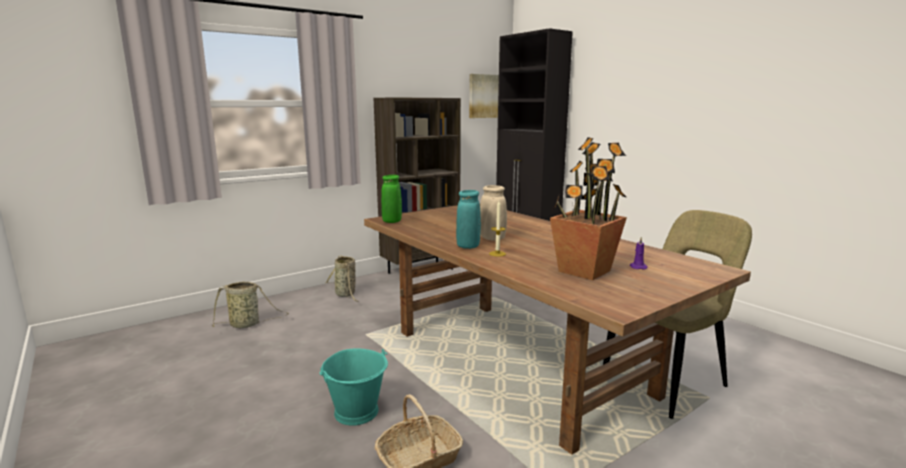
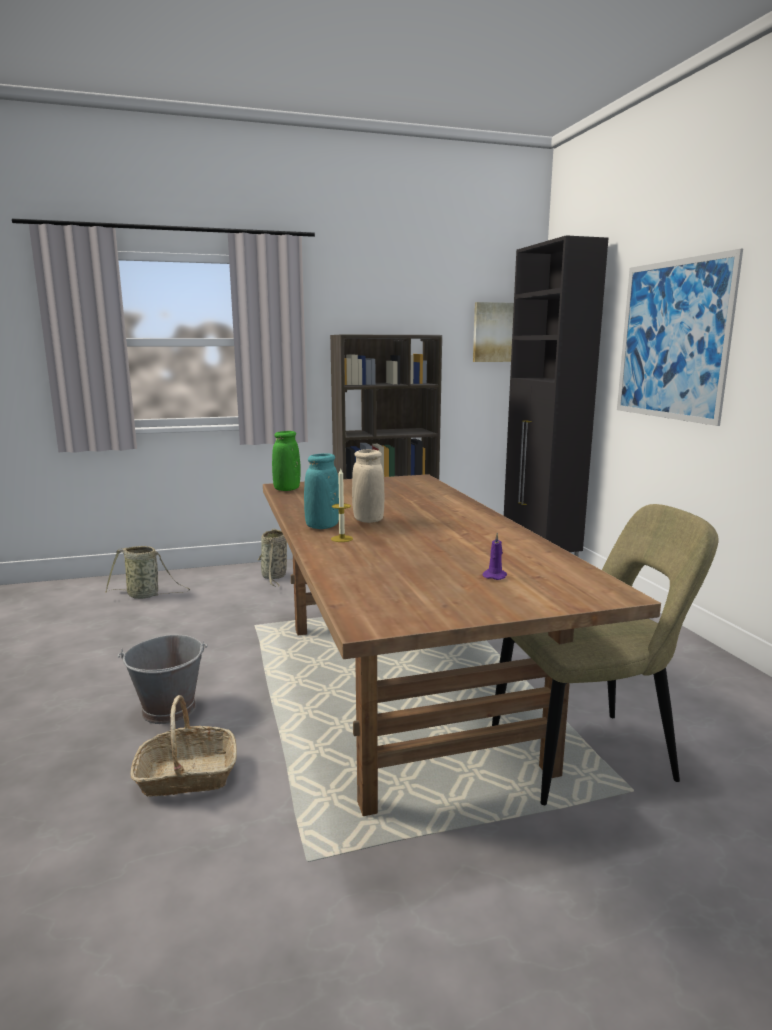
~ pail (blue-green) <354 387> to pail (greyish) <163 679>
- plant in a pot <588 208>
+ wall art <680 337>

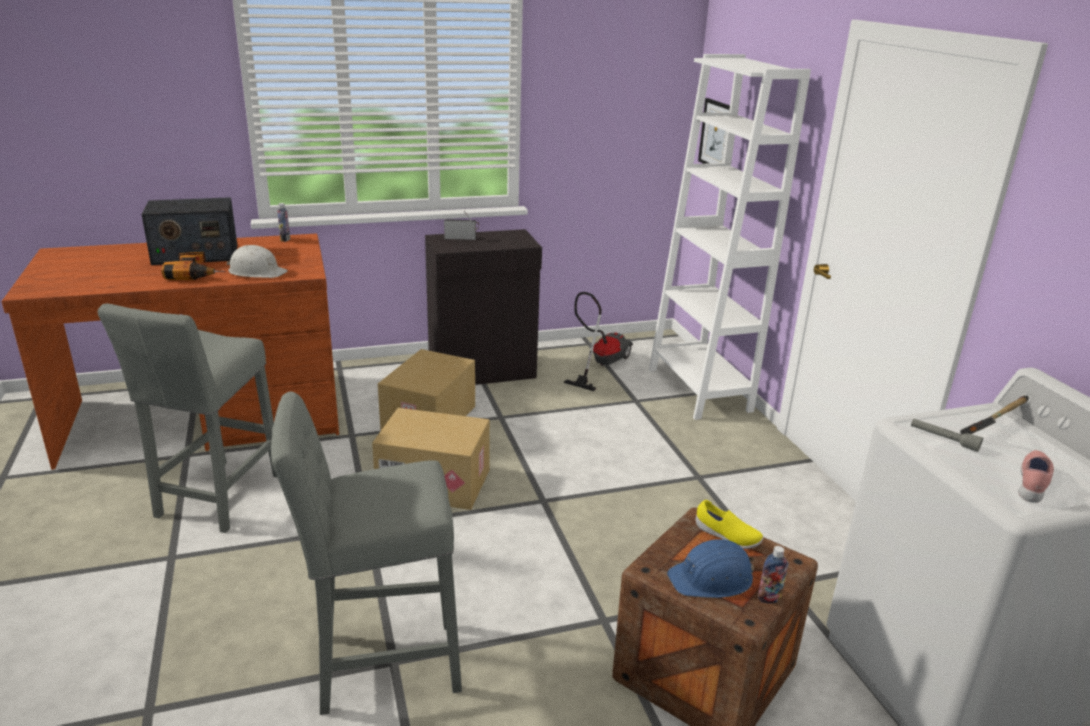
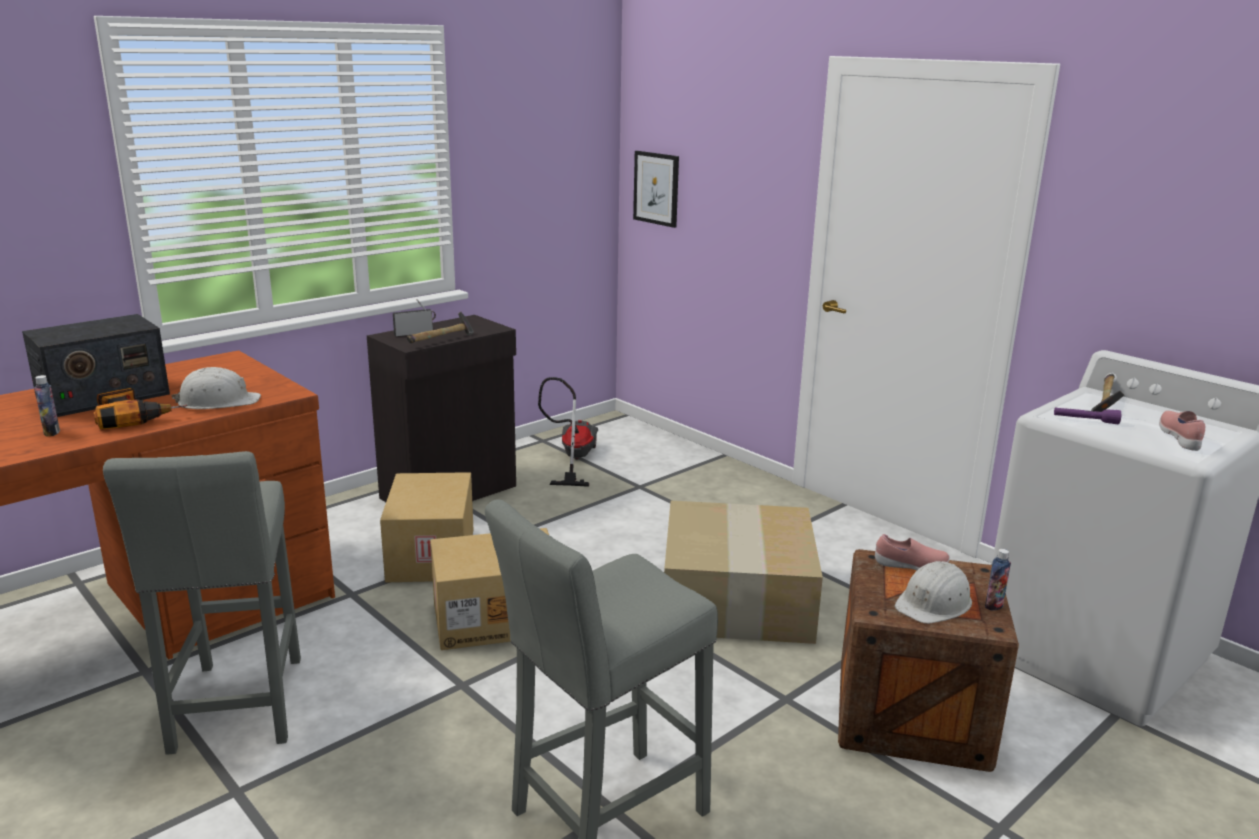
~ drink bottle <283 222> to <47 406>
- bookcase (white-coloured) <730 237>
~ hard hat (blue-coloured) <710 568> to hard hat (white-coloured) <933 592>
~ item of footwear (yellow-coloured) <730 524> to item of footwear (pink) <912 552>
~ torch (greyish) <947 435> to torch (purplish) <1087 416>
+ tool hammer <440 327>
+ cardboard box <743 572>

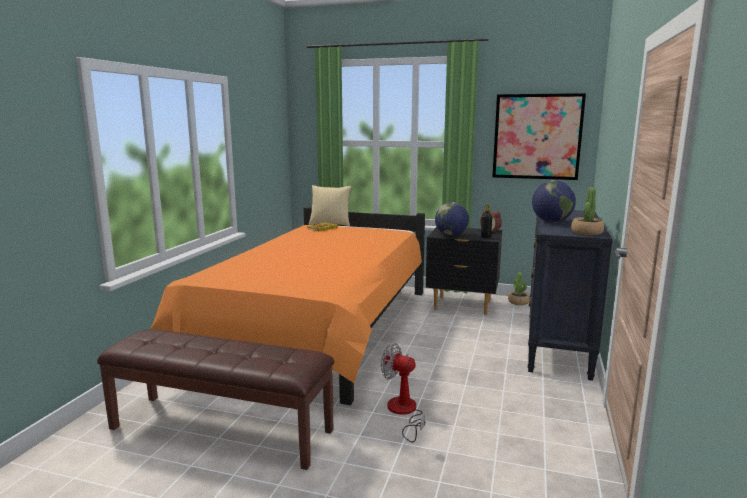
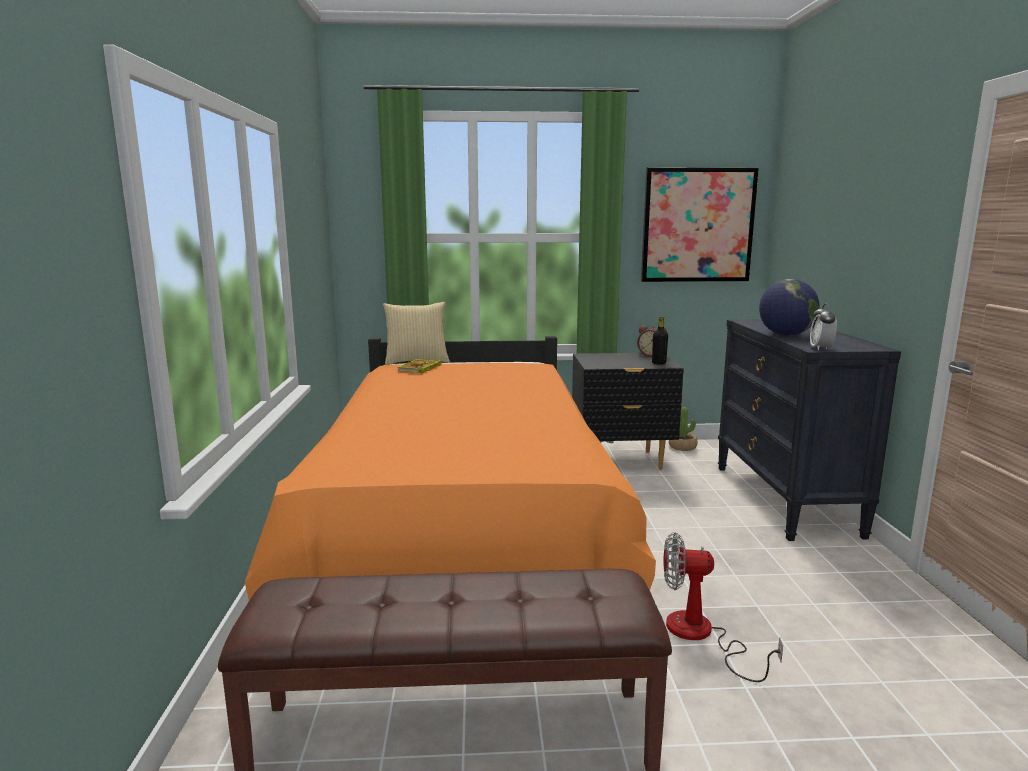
- world globe <452 219>
- plant in a pot <587 211>
+ table clock <823 327>

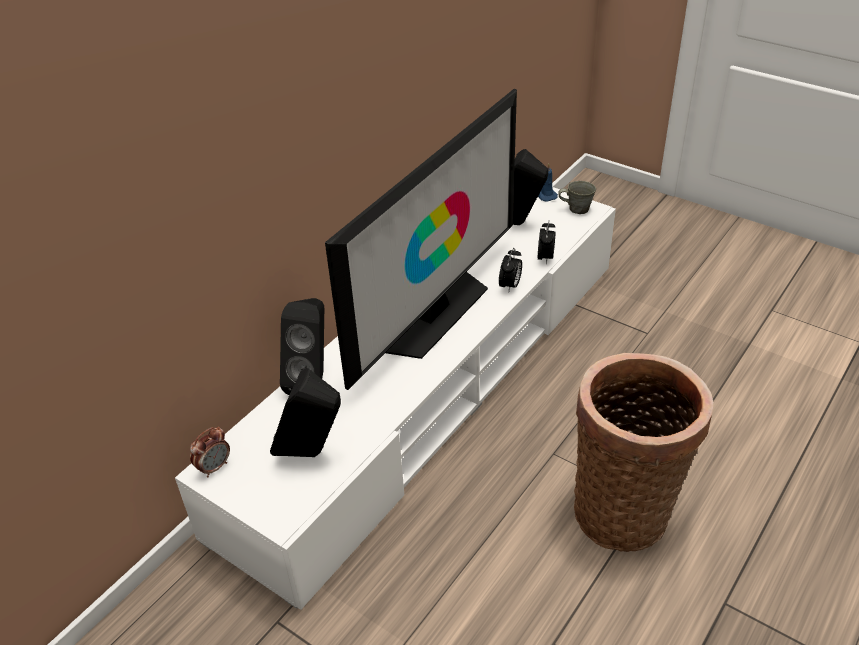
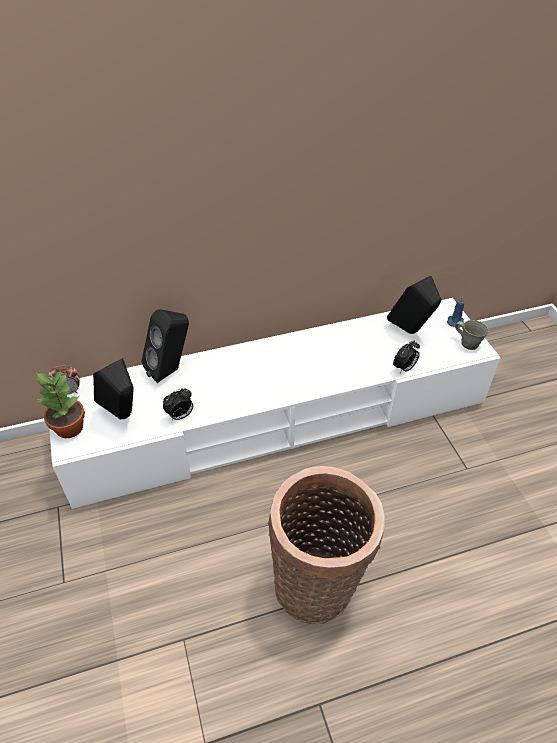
- television <421 239>
~ table clock <510 270> to <178 404>
+ plant in a pot <60 404>

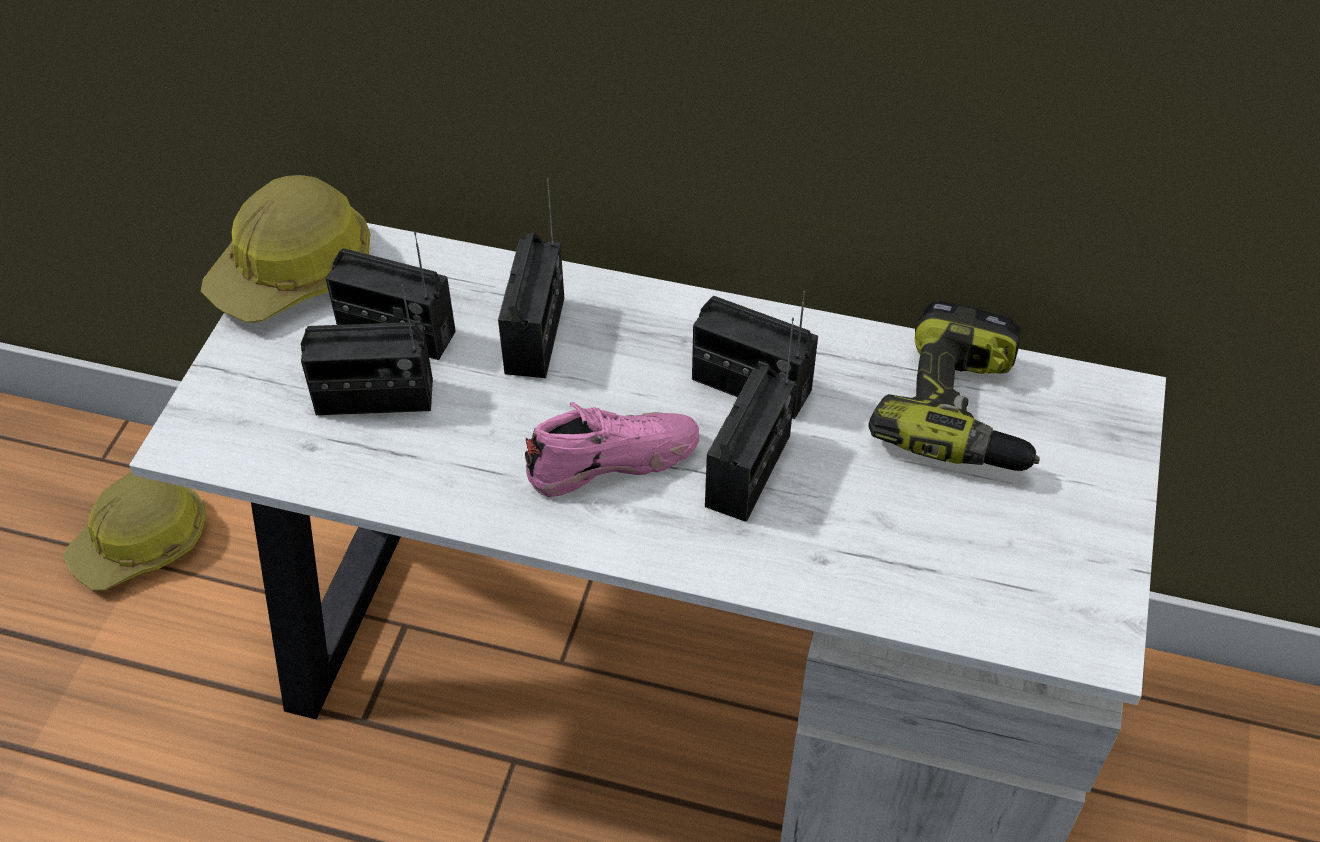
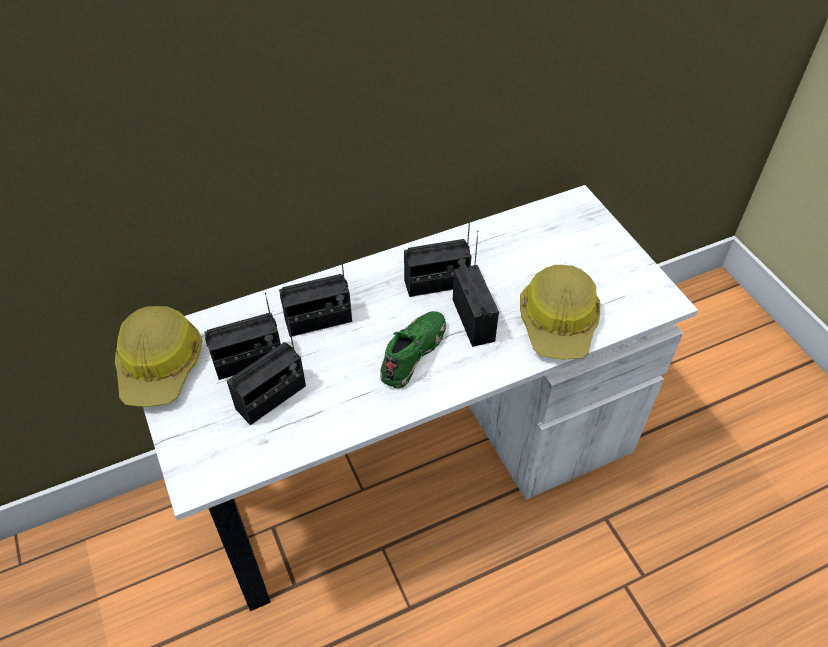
~ hard hat <134 531> to <560 312>
~ radio set <531 278> = <315 294> 105 degrees clockwise
~ item of footwear (pink) <612 449> to item of footwear (greenish) <413 349>
- electric drill <954 386>

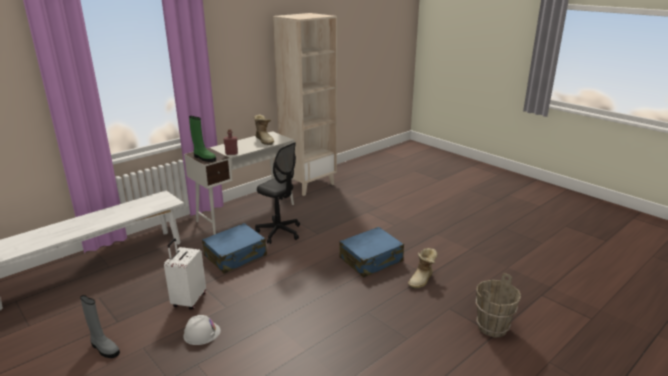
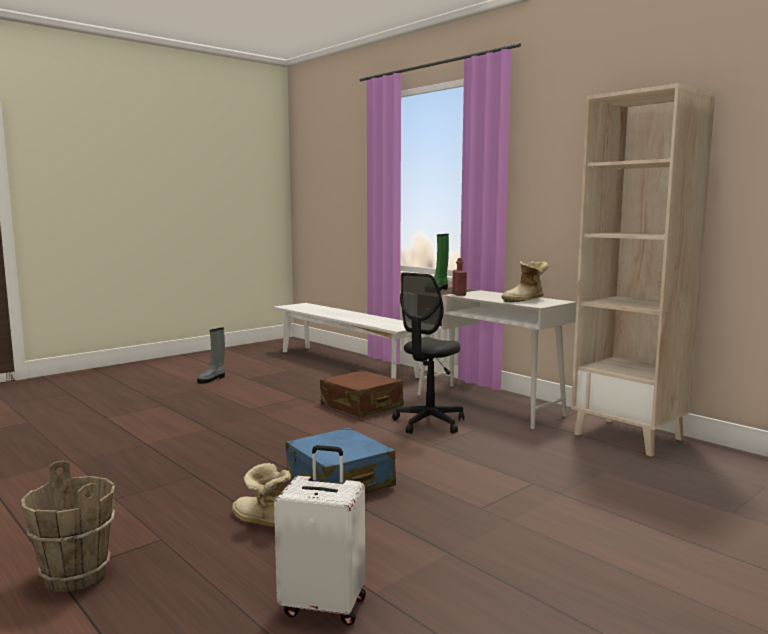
~ suitcase (white-coloured) <185 274> to <320 535>
- hard hat (white-coloured) <202 330>
~ suitcase (blue-coloured) <234 248> to suitcase (brownish) <362 394>

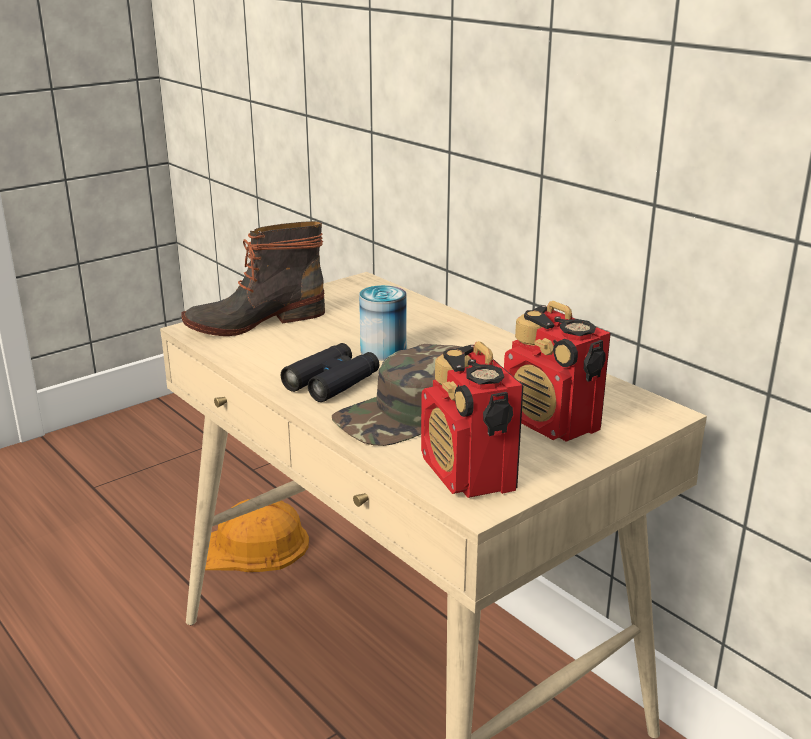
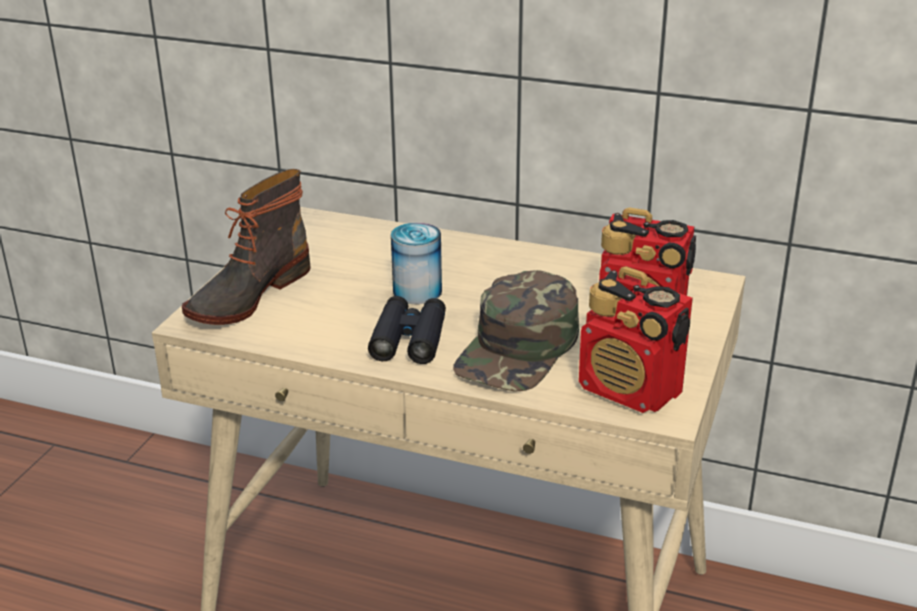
- hard hat (orange-coloured) <257 535>

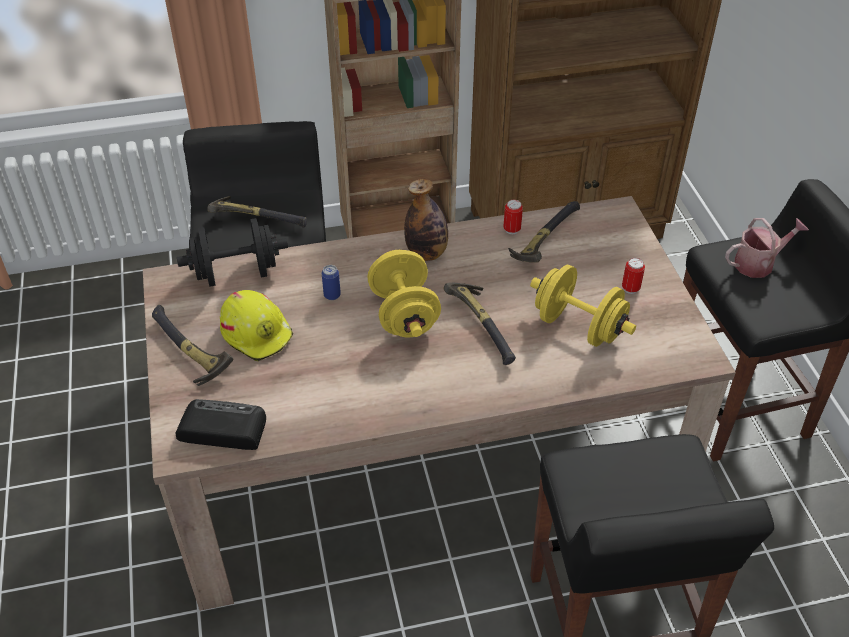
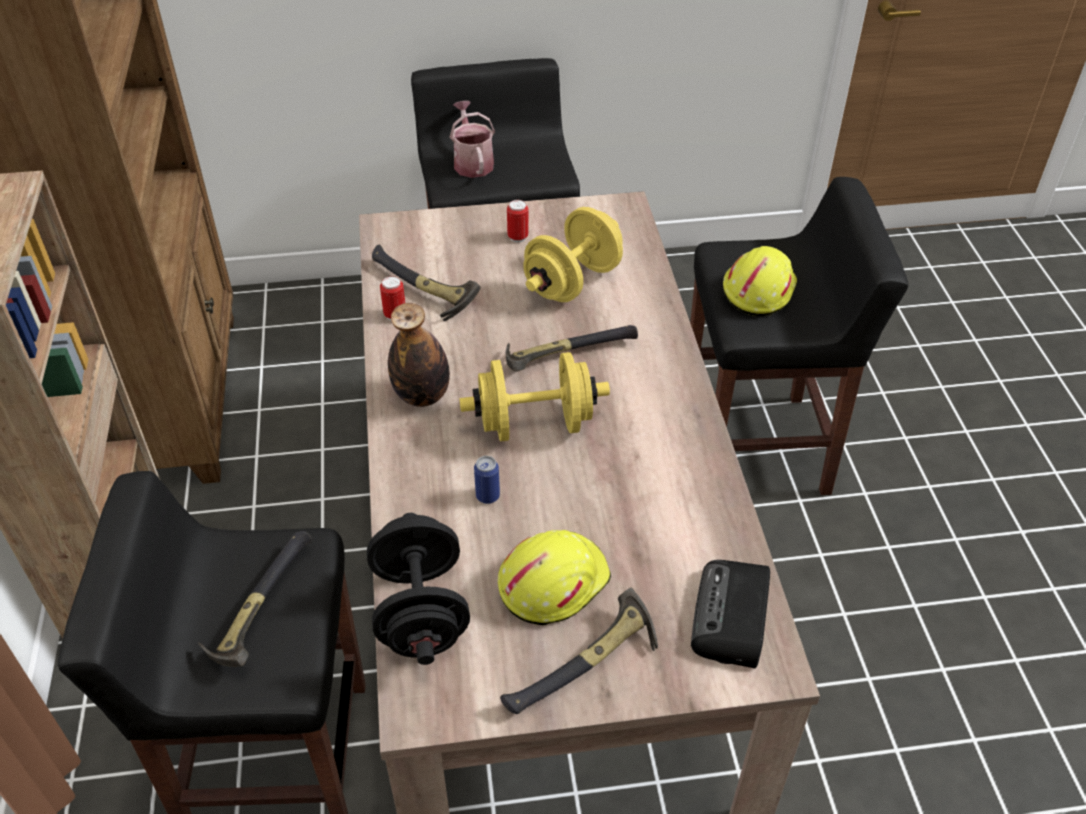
+ hard hat (yellow-coloured) <760 281>

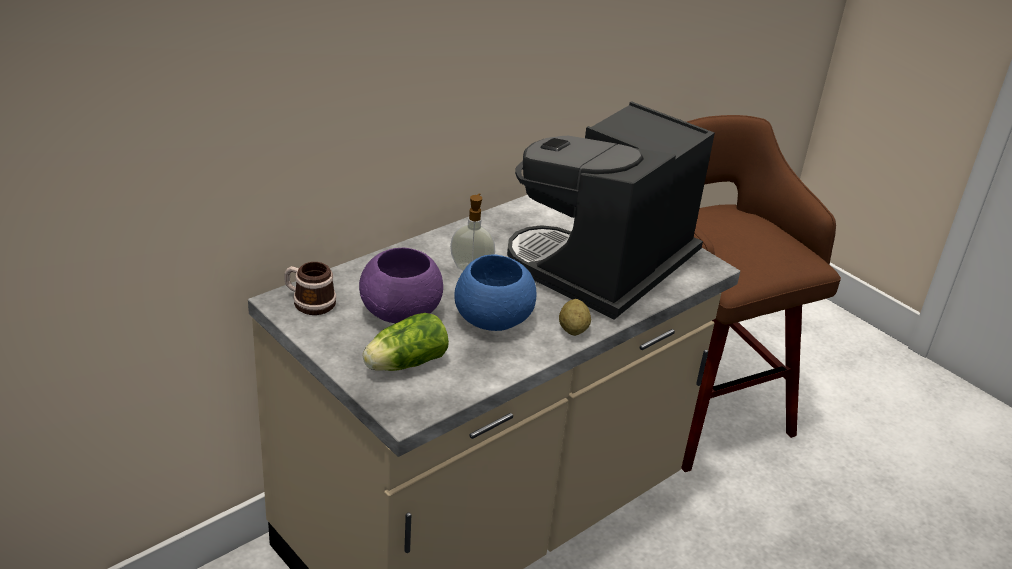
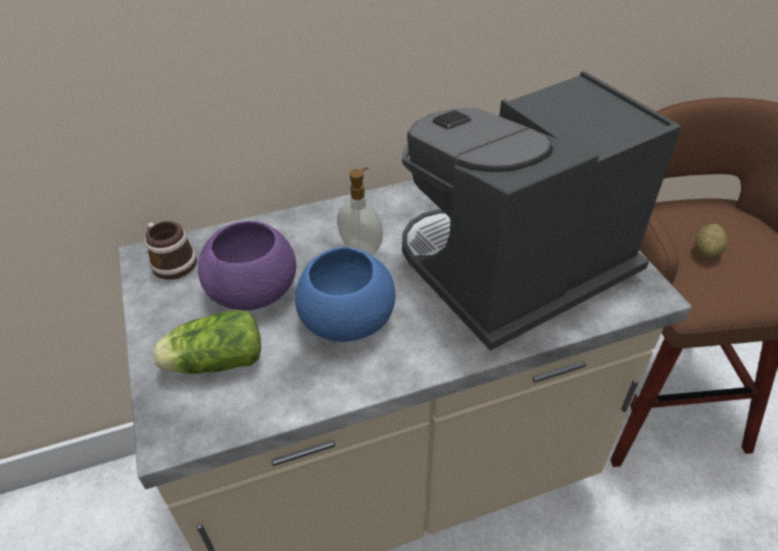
~ spud <575 317> to <711 241>

